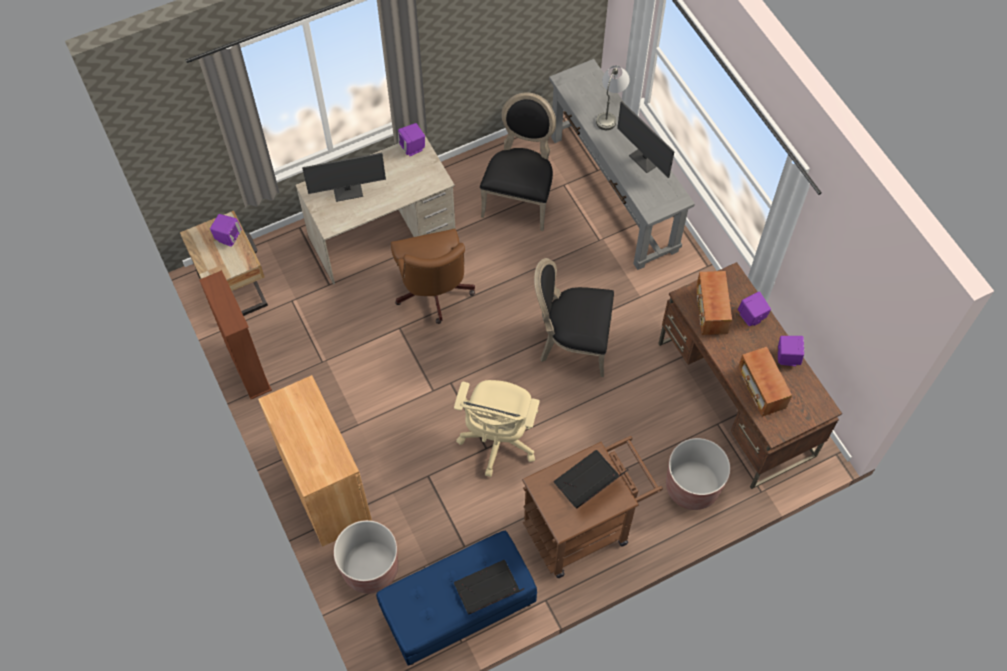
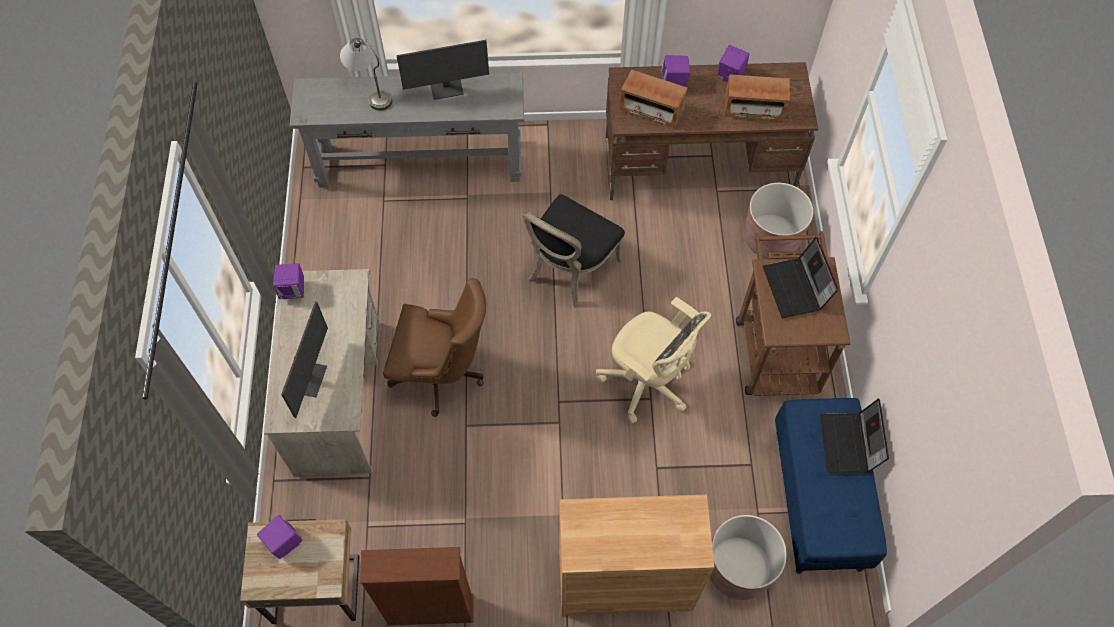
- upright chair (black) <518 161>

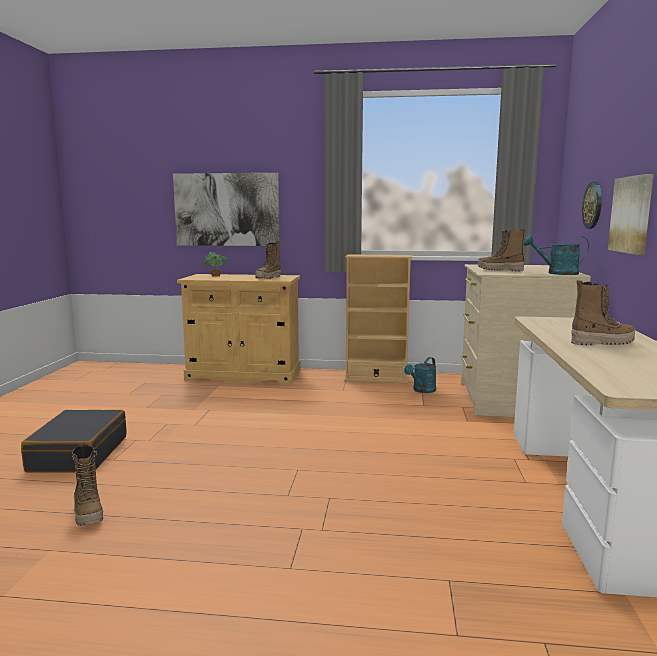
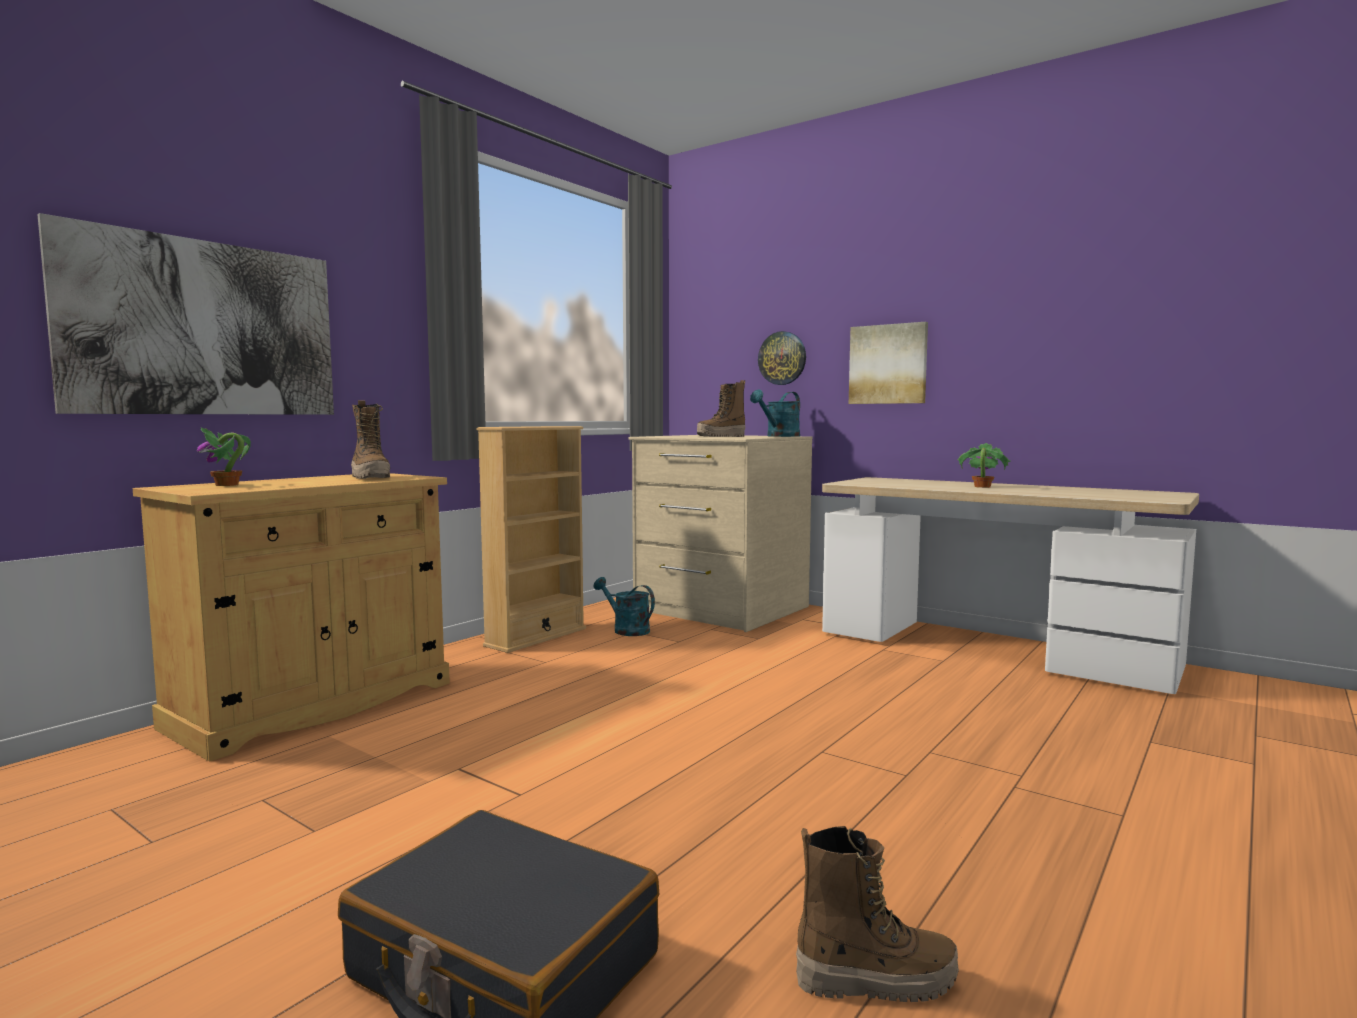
~ watering can (blue-green) <420 375> = <624 606> 150 degrees clockwise
~ boot <603 313> to plant in a pot <984 465>

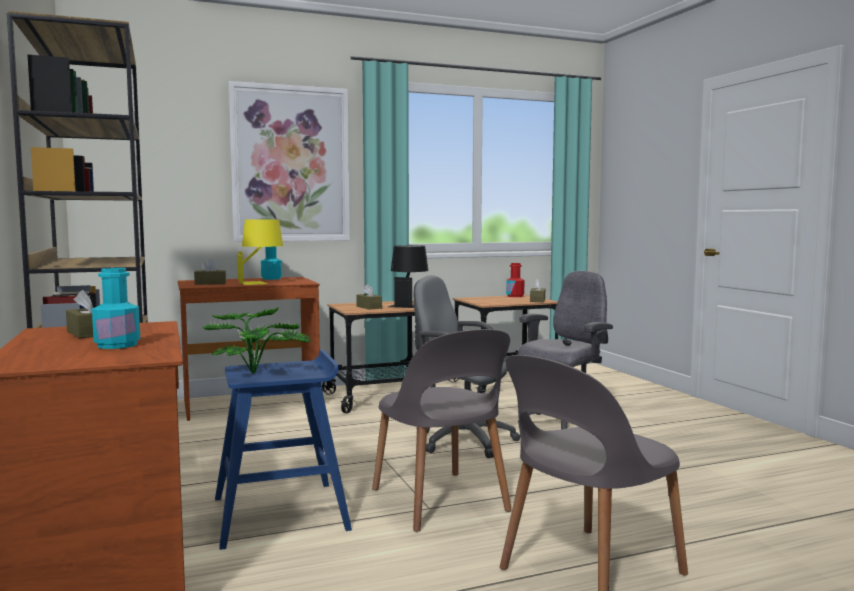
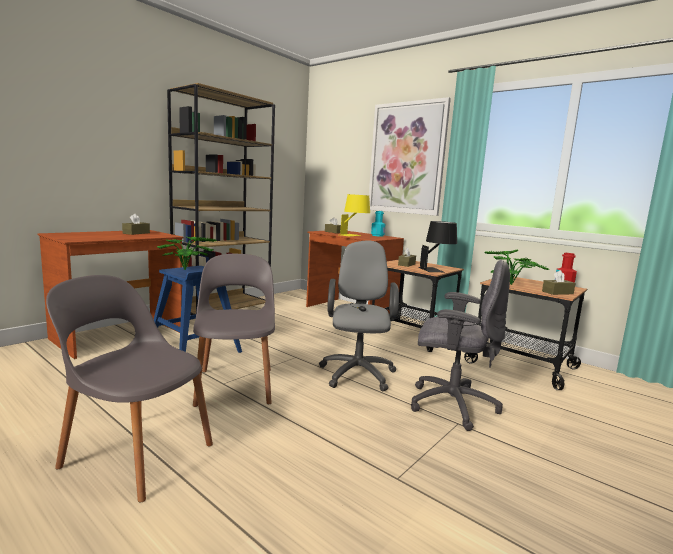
- drink bottle (blue-green) <116 308>
~ upright chair (greyish) <442 430> = <234 330> 135 degrees clockwise
+ plant in a pot <516 266>

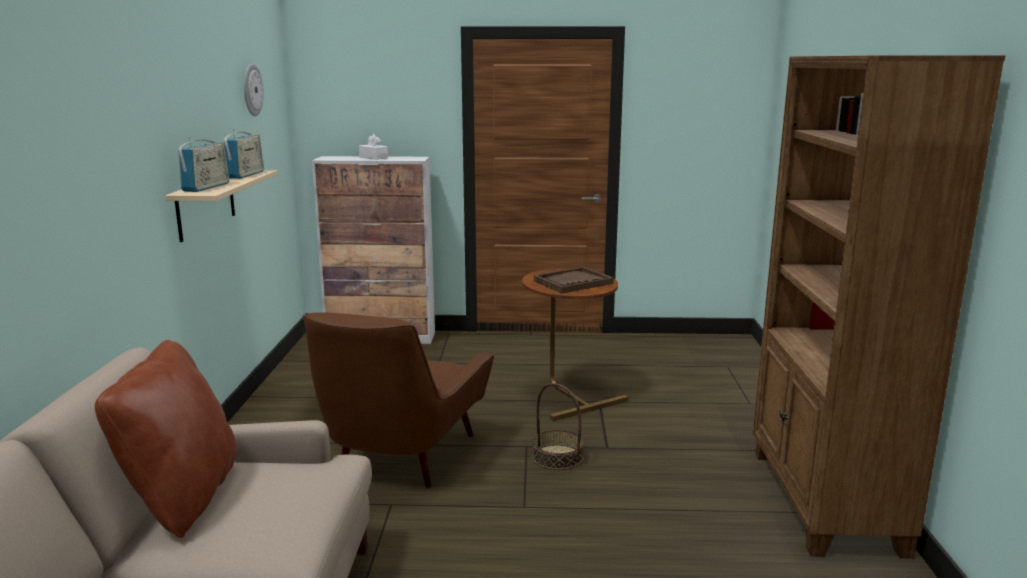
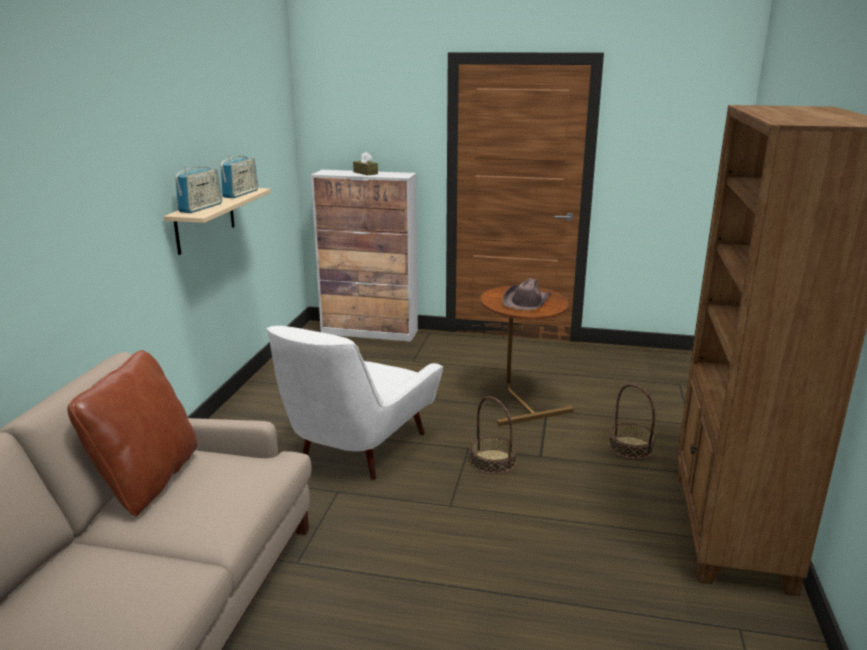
- clock on the wall <254 90>
~ easy chair (brownish) <398 400> to easy chair (white-coloured) <354 403>
~ tissue holder (white-coloured) <373 147> to tissue holder (brownish) <365 164>
~ serving tray (brownish) <574 280> to clothing hat (brownish) <526 294>
+ storage basket <632 421>

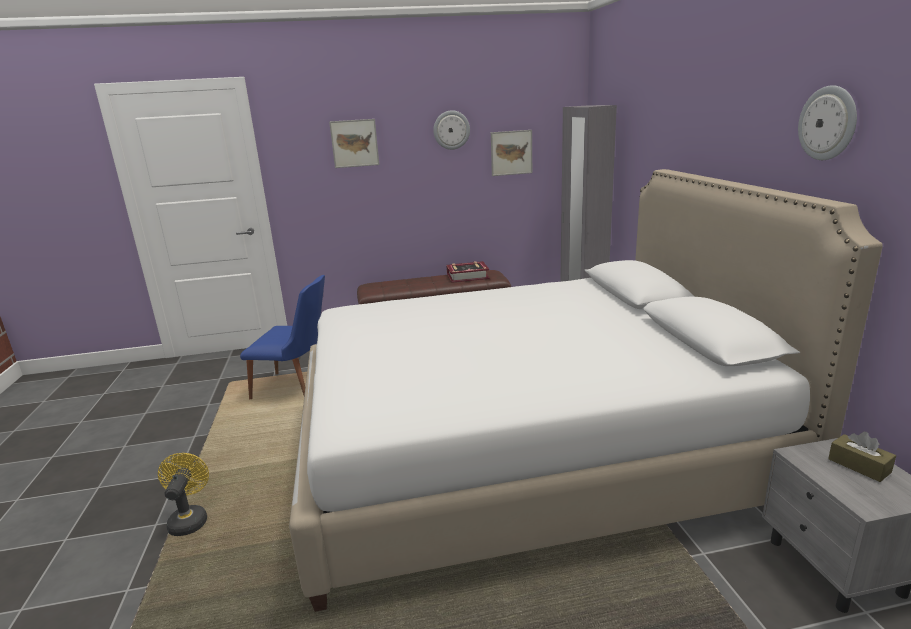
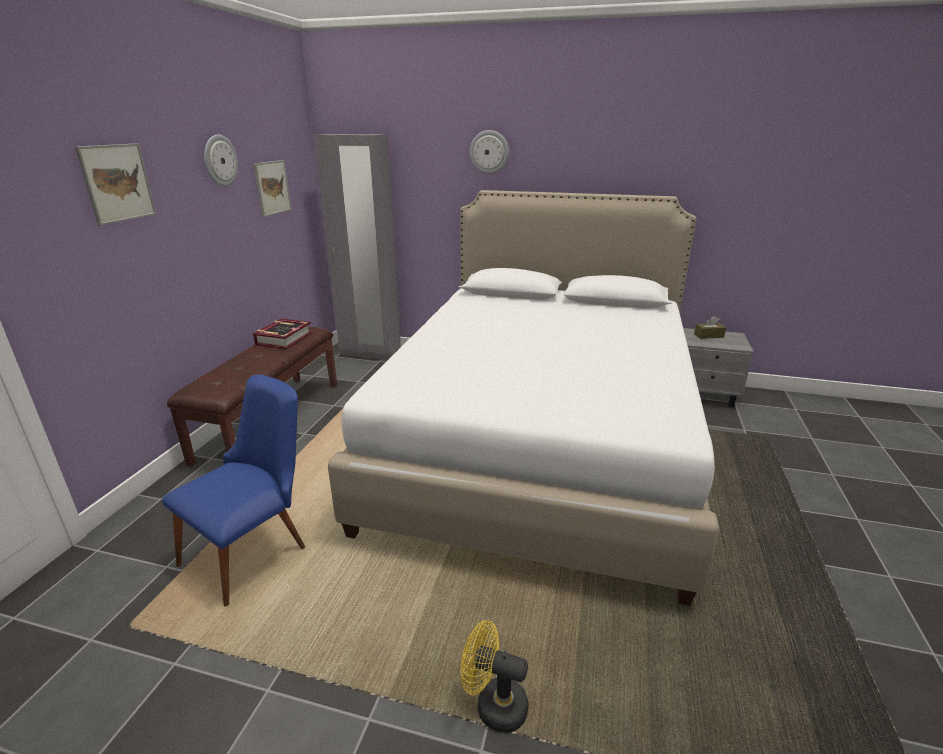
~ clock on the wall <827 122> to <489 152>

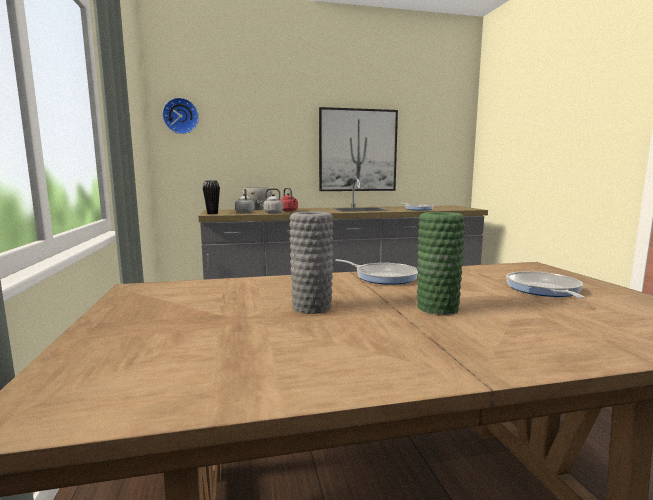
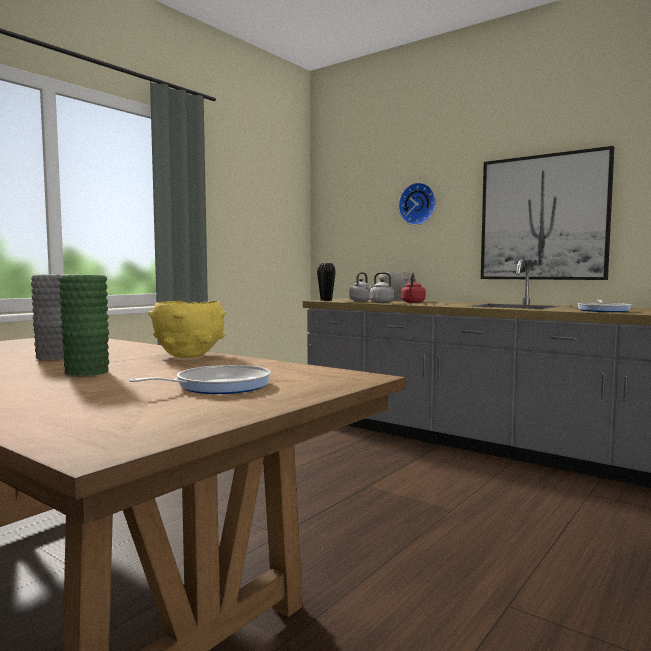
~ clock on the wall <180 116> to <417 203>
~ skillet <376 272> to bowl (yellow-coloured) <187 329>

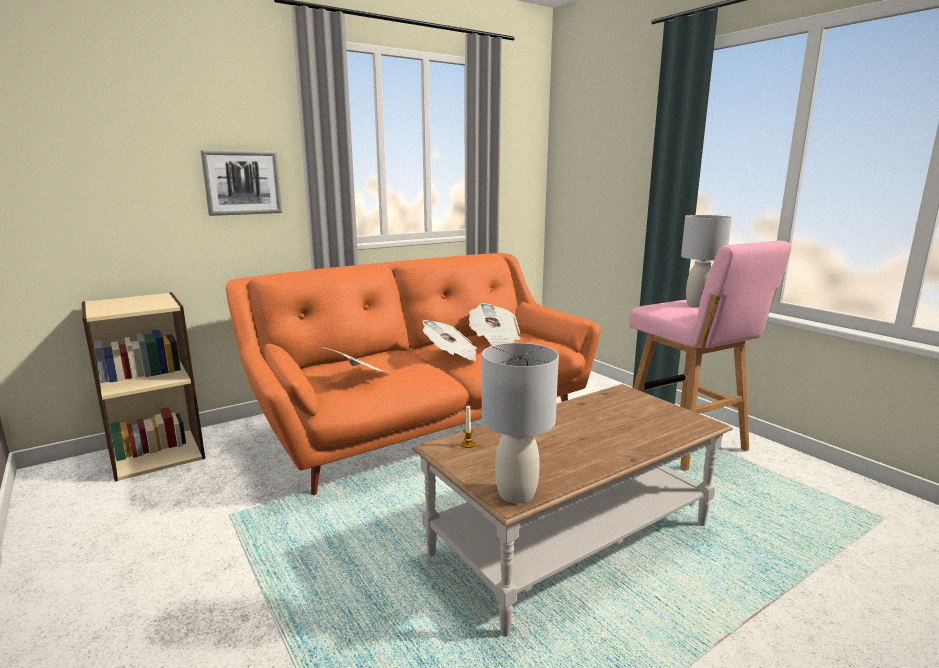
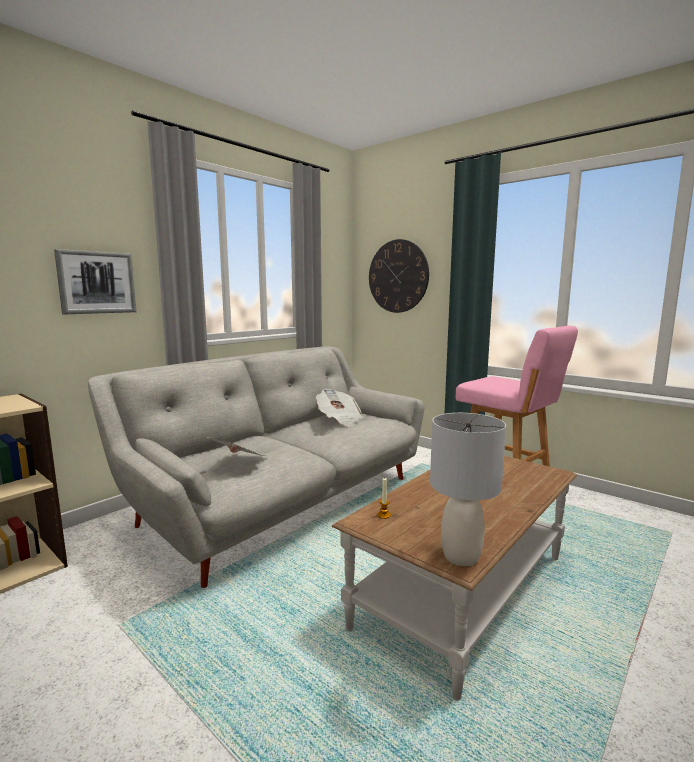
~ sofa (orange-coloured) <413 374> to sofa (greyish) <256 467>
- newspaper <449 340>
- lamp for a table (greyish) <706 261>
+ clock on the wall <399 276>

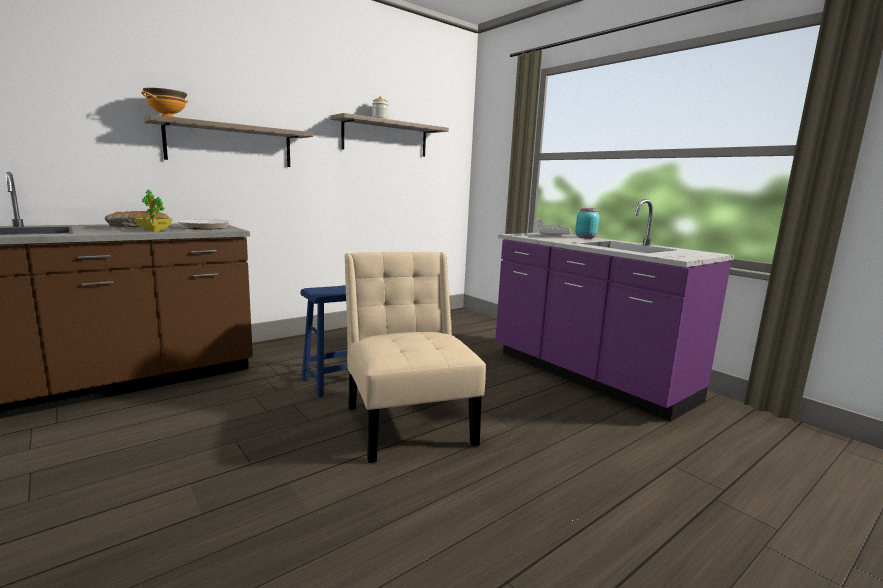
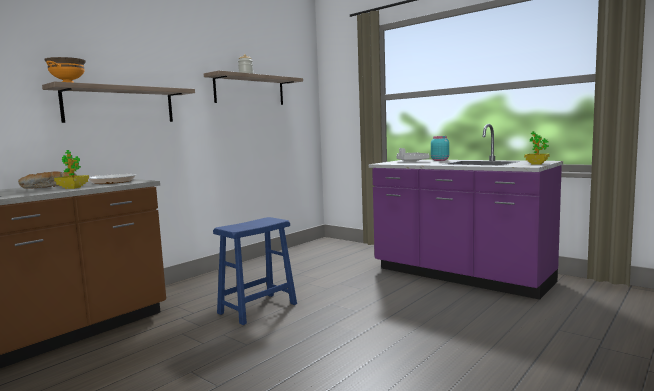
- upright chair (sand-coloured) <415 357>
+ plant in a pot <537 148>

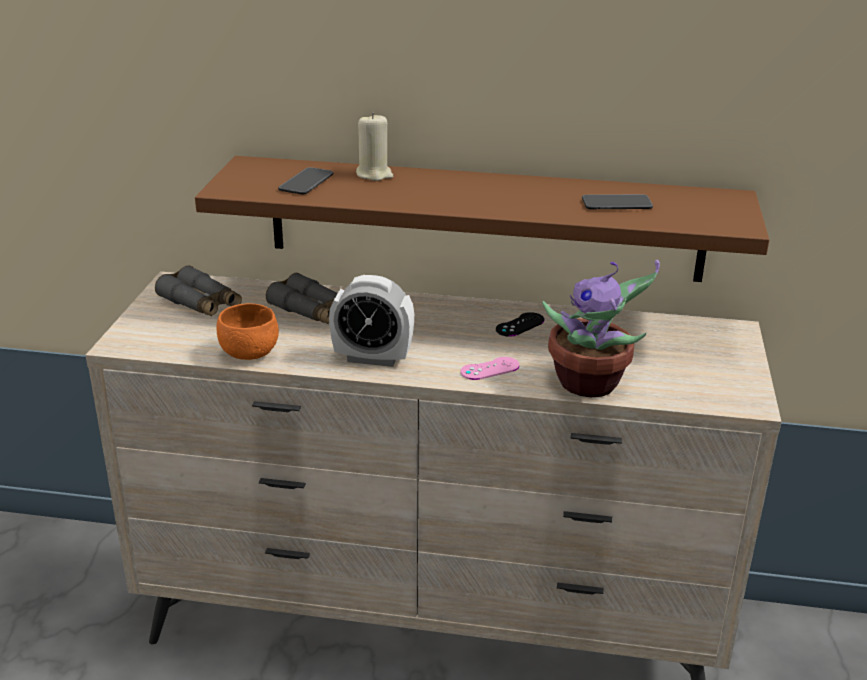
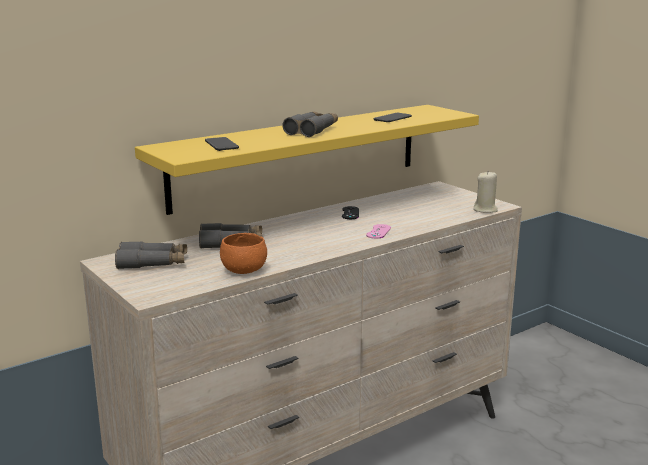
~ shelf (brownish) <482 219> to shelf (yellow-coloured) <307 160>
- table clock <371 321>
~ candle (sand-coloured) <374 147> to <485 192>
- plant in a pot <601 328>
+ pair of binoculars (greyish) <310 124>

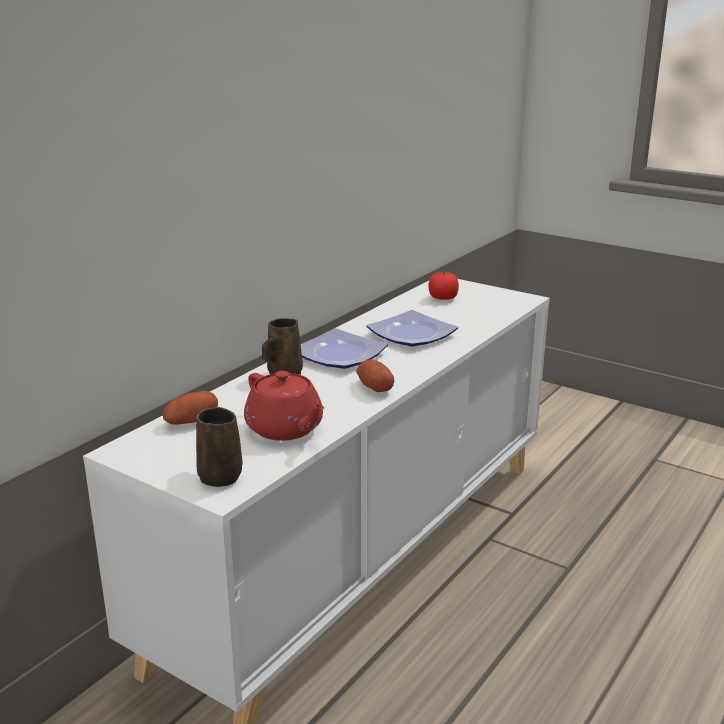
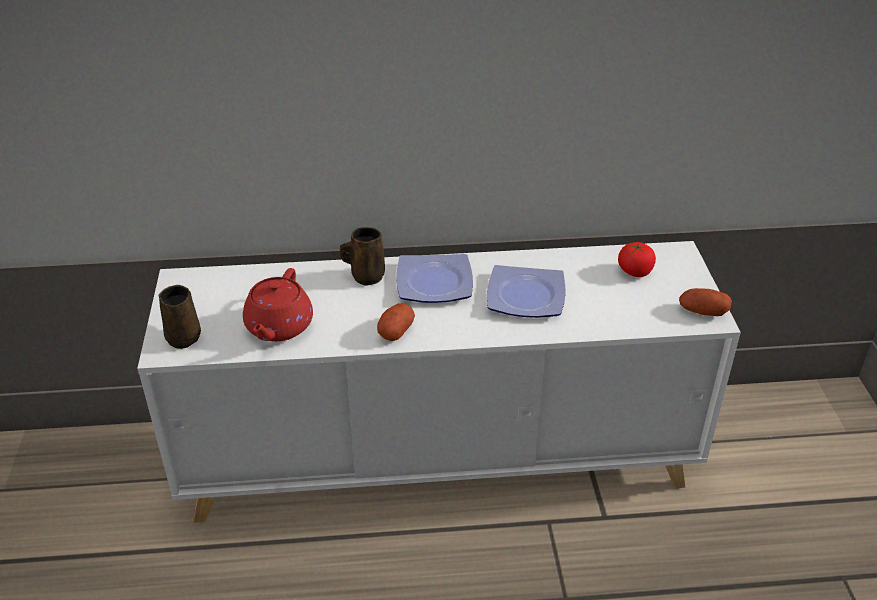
~ spud <190 408> to <705 302>

